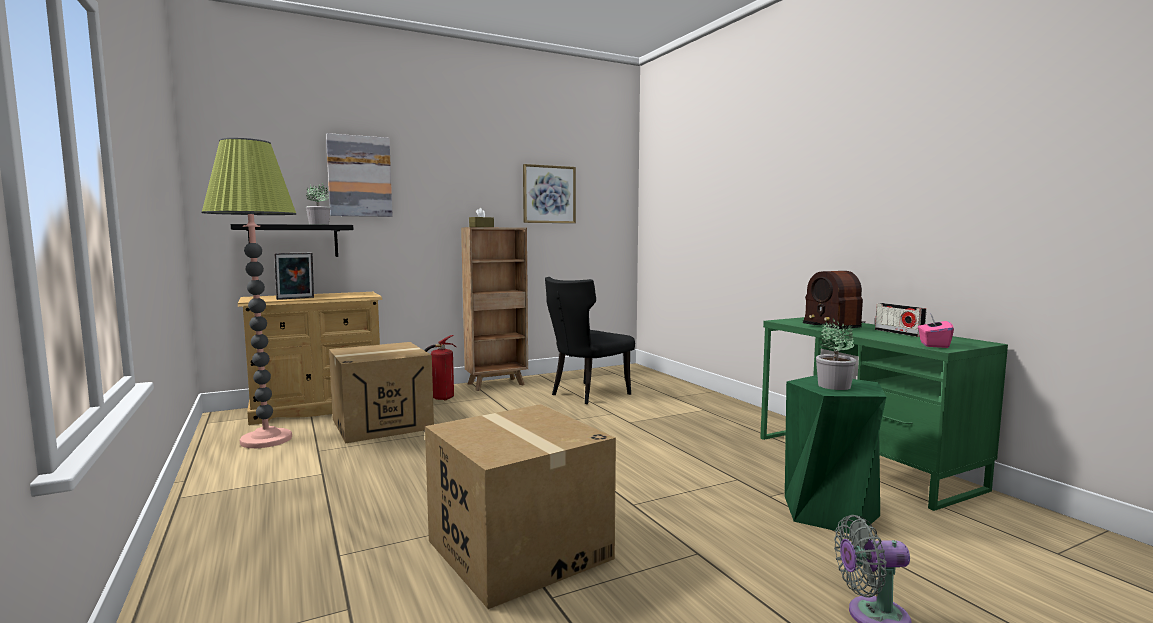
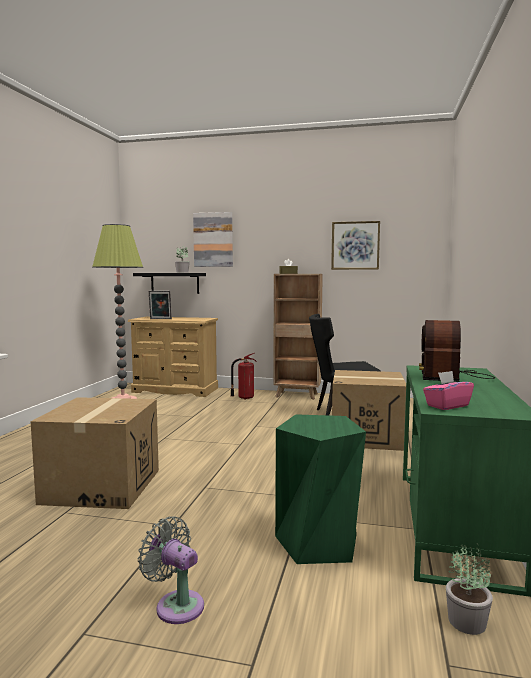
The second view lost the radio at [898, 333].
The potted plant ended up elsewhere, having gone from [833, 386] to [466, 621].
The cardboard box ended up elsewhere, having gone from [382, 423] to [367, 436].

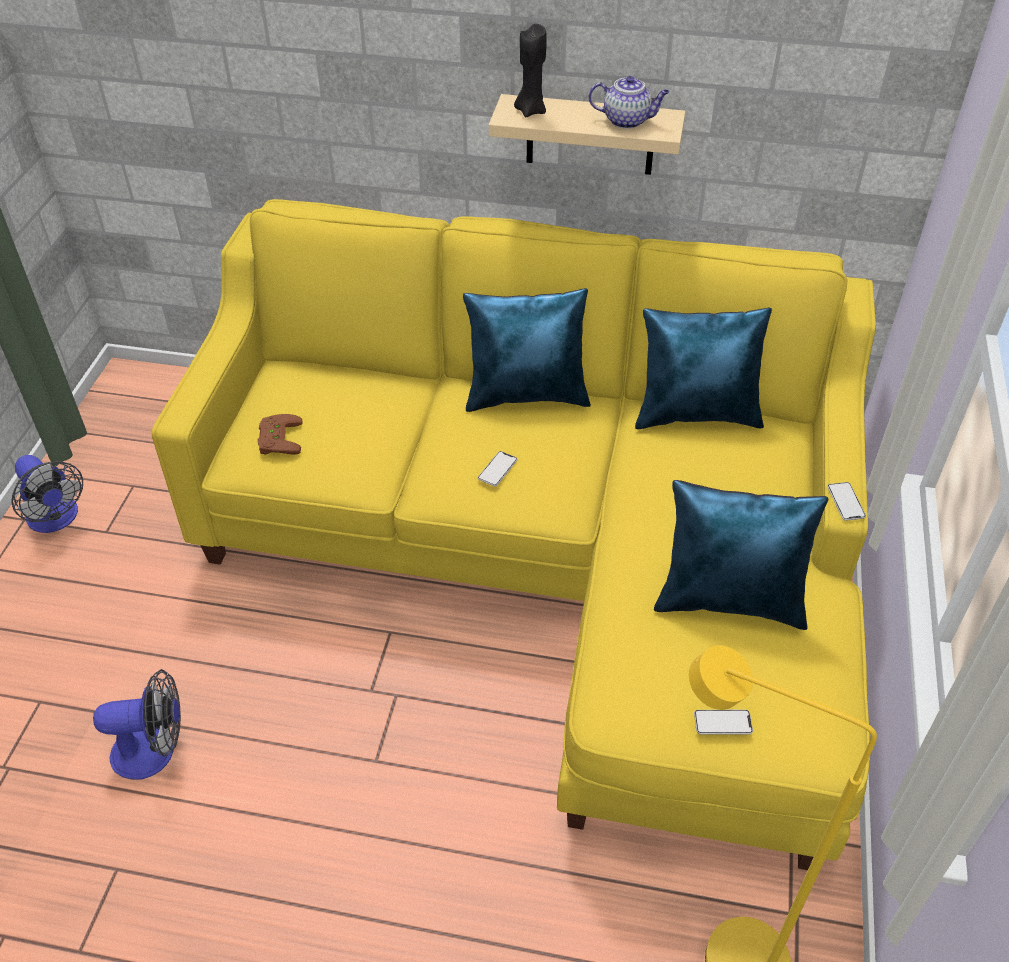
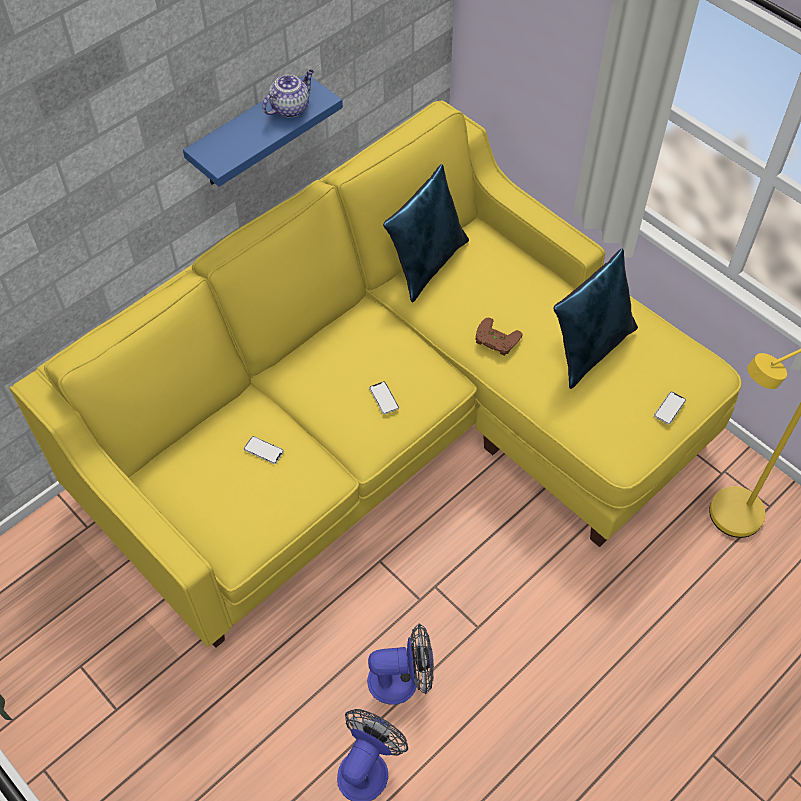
The second view lost the black candle at [530, 111].
What was the beige shelf at [590, 135] turned into the blue shelf at [249, 134].
The second view lost the blue pillow at [527, 395].
The brown game controller ended up elsewhere, having gone from [277, 439] to [495, 340].
The fan ended up elsewhere, having gone from [56, 519] to [402, 680].
The phone ended up elsewhere, having gone from [846, 502] to [263, 450].

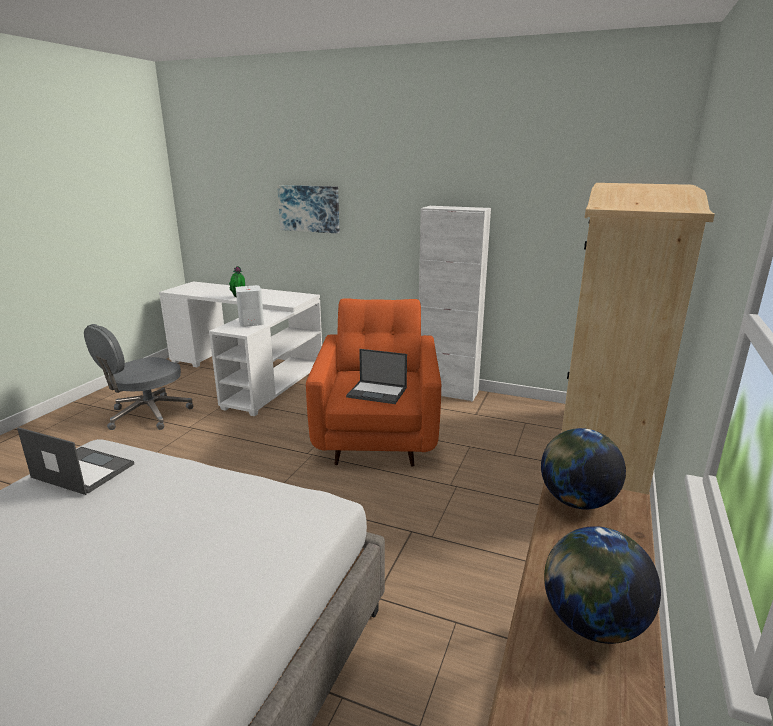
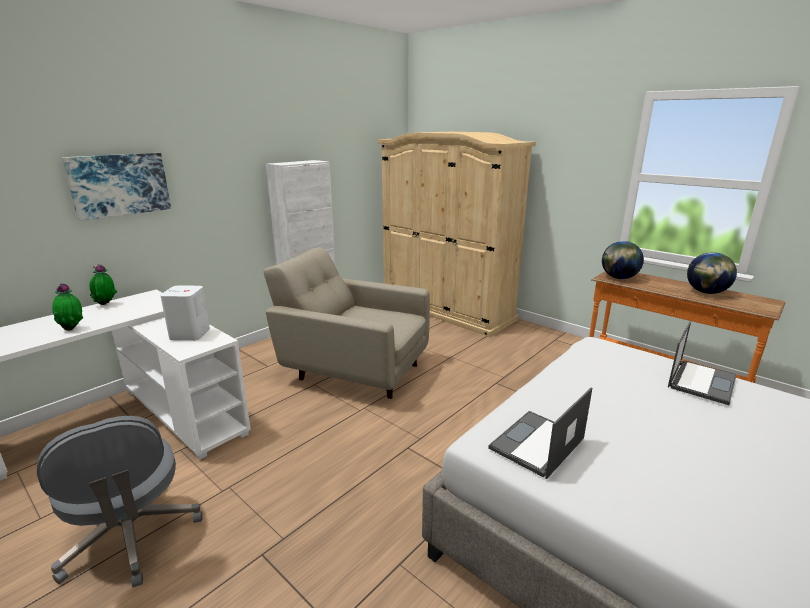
What was the orange armchair at [377, 432] turned into the beige armchair at [352, 370].
The laptop ended up elsewhere, having gone from [378, 392] to [701, 381].
The second view gained the potted plant at [106, 305].

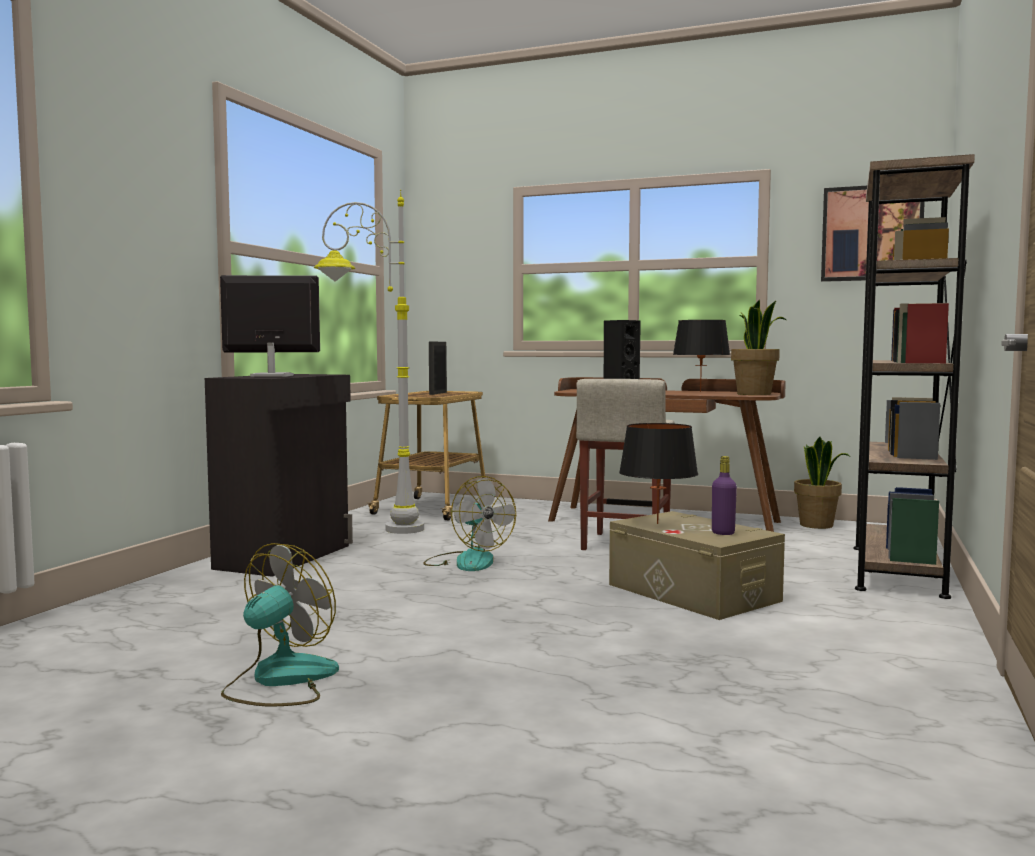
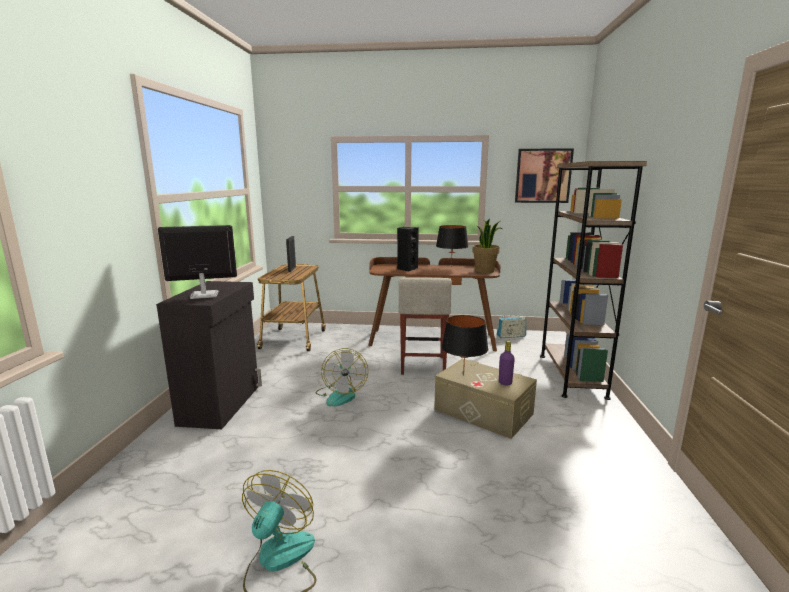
The second view lost the grey floor lamp at [371, 529].
Where the potted plant stood at [817, 525], the radio came to stand at [511, 336].
The fan at [467, 561] ended up facing another way, 45 degrees clockwise from before.

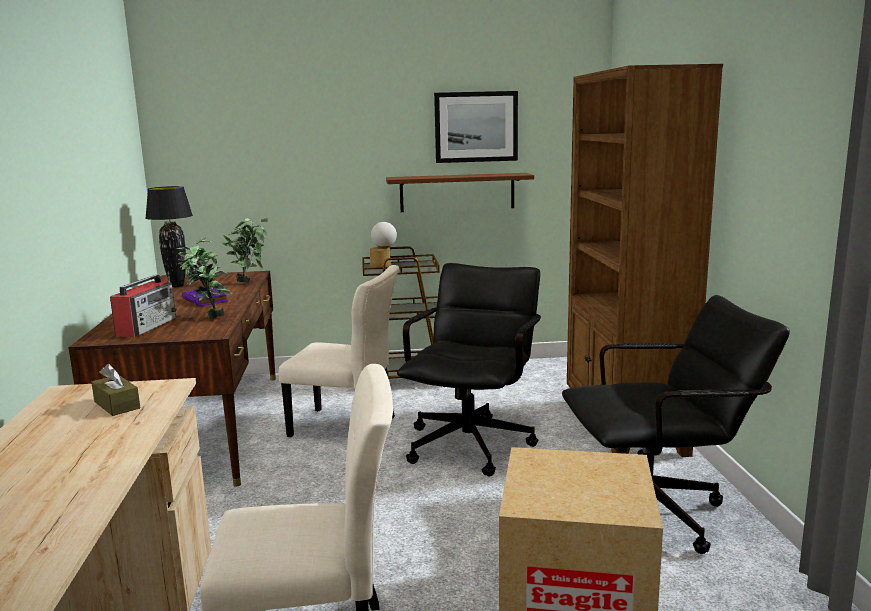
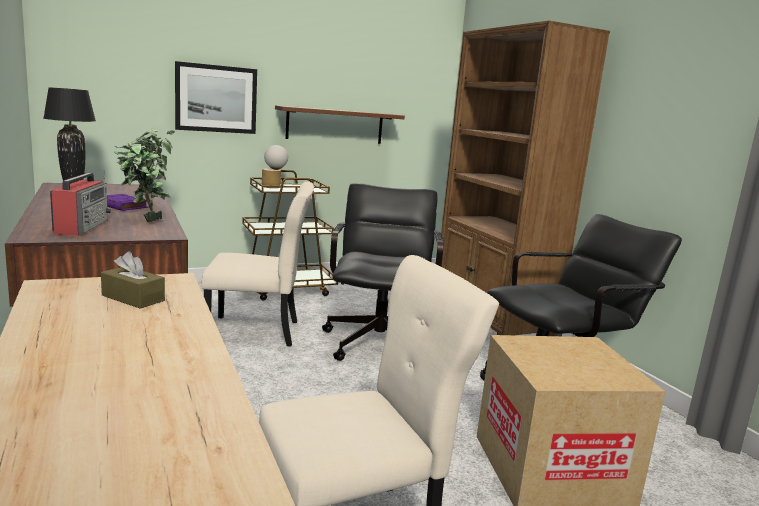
The picture ended up elsewhere, having gone from [476, 127] to [216, 98].

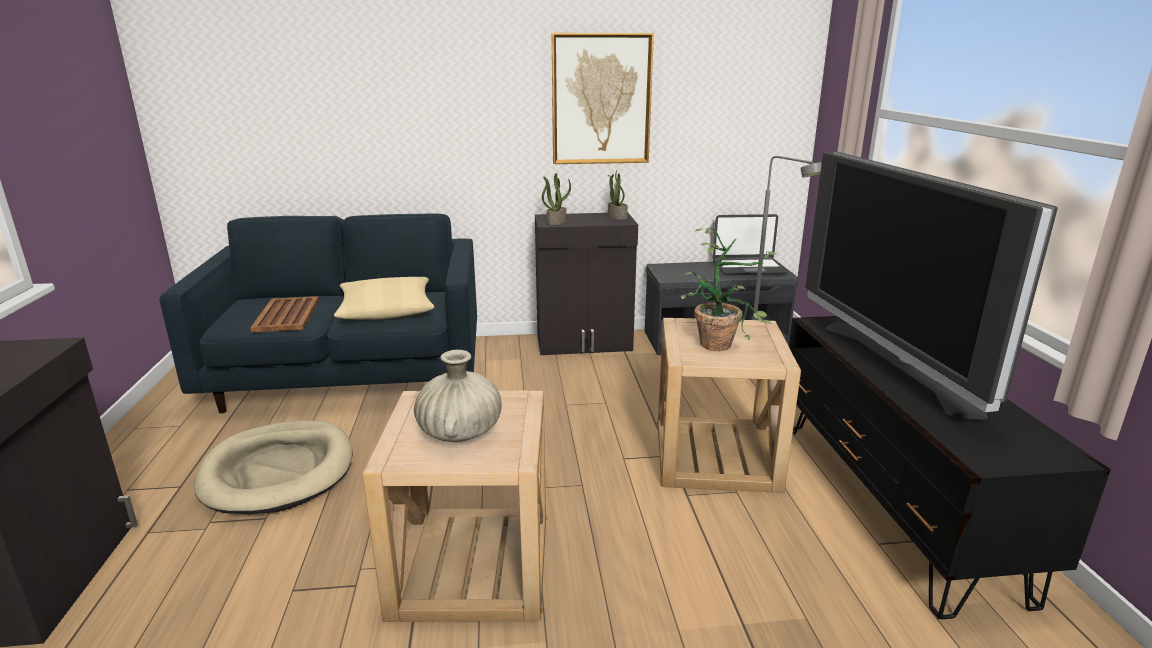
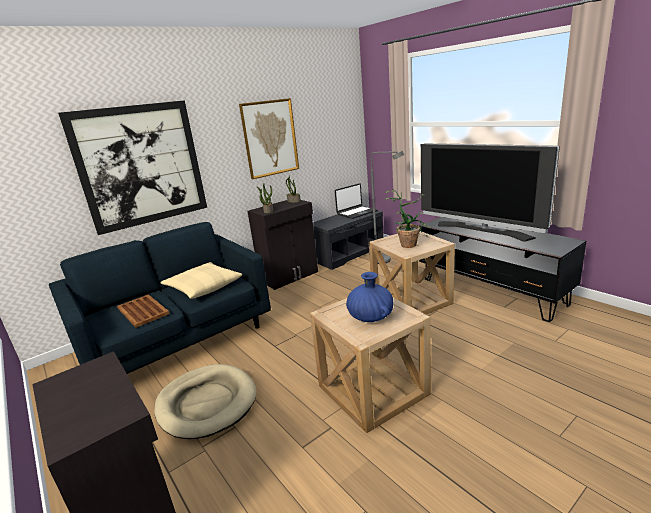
What was the beige vase at [460, 433] turned into the blue vase at [370, 317].
The second view gained the picture at [141, 165].

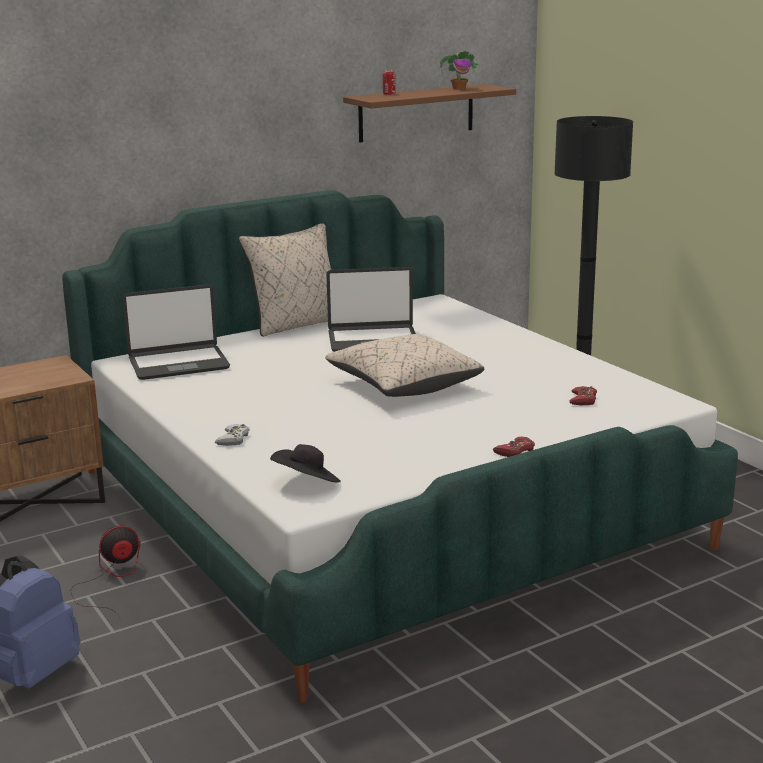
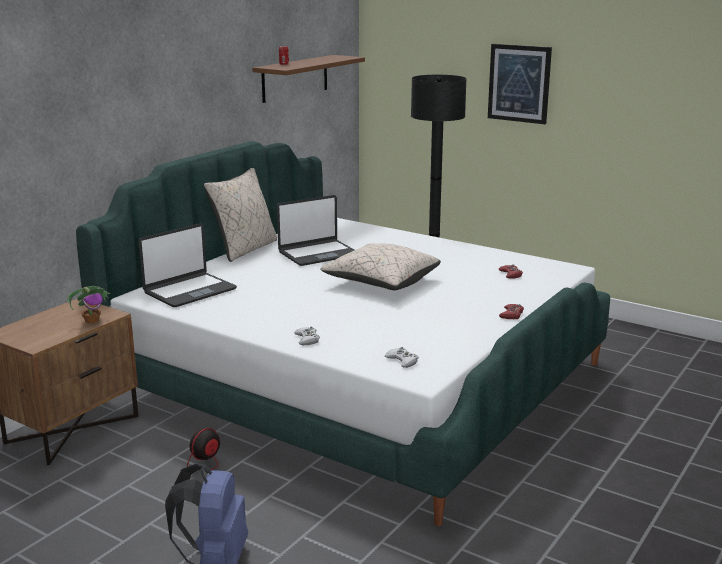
The potted plant ended up elsewhere, having gone from [459, 88] to [92, 320].
Where the black hat stood at [307, 483], the white game controller came to stand at [402, 361].
The second view gained the picture at [519, 83].

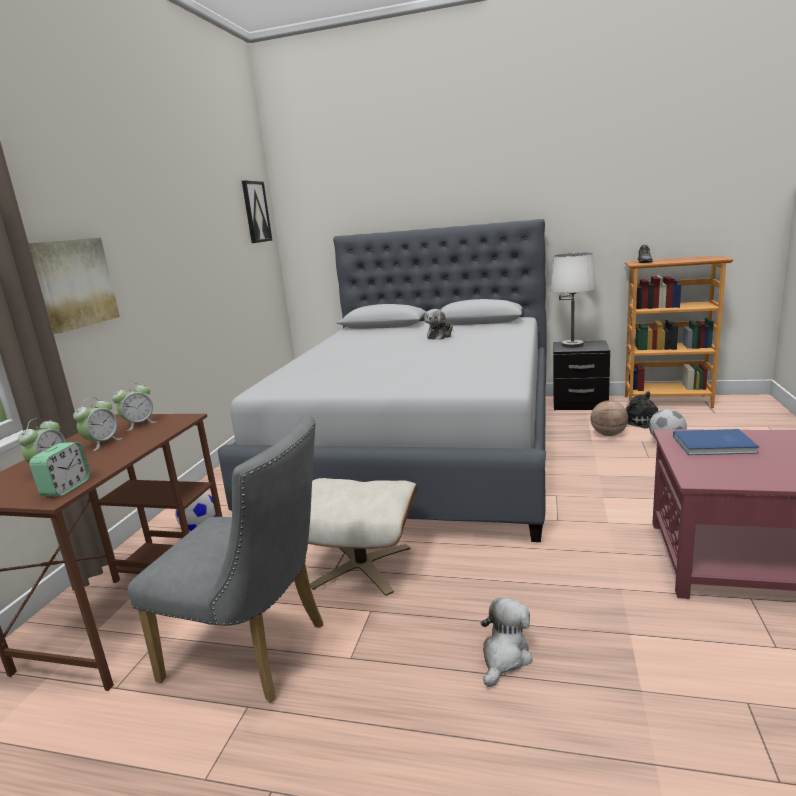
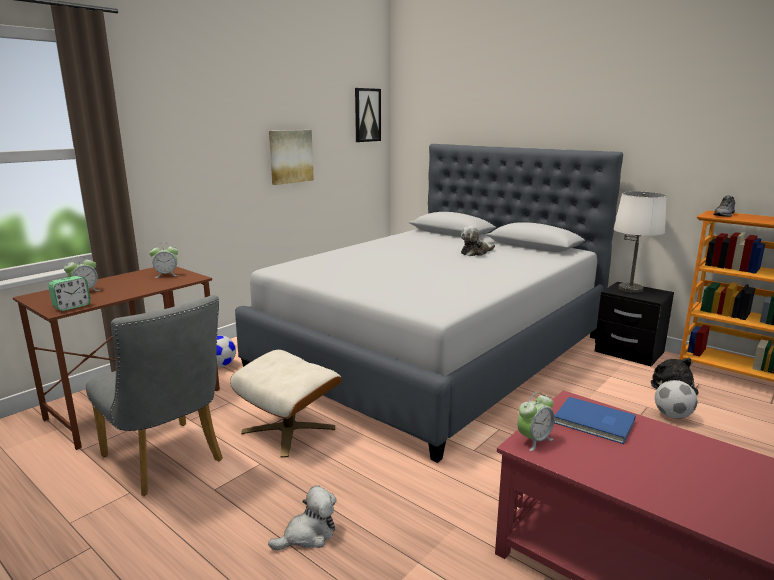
The picture ended up elsewhere, having gone from [74, 283] to [290, 156].
The alarm clock ended up elsewhere, having gone from [102, 443] to [534, 440].
The second view lost the basketball at [608, 434].

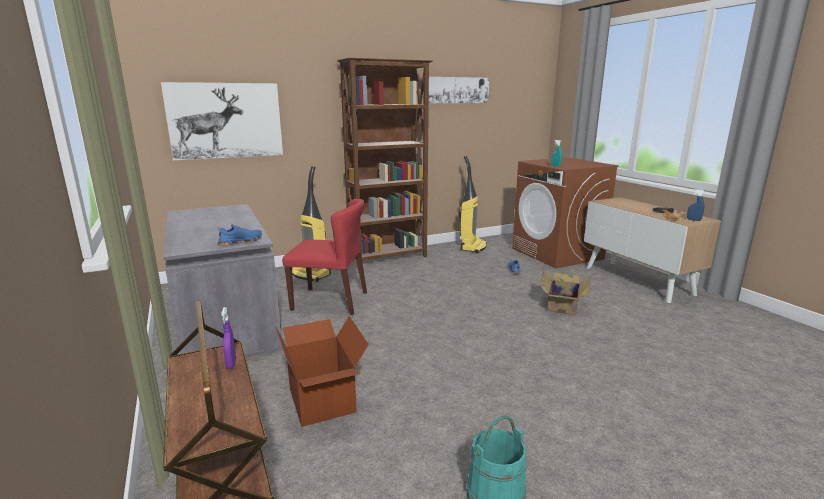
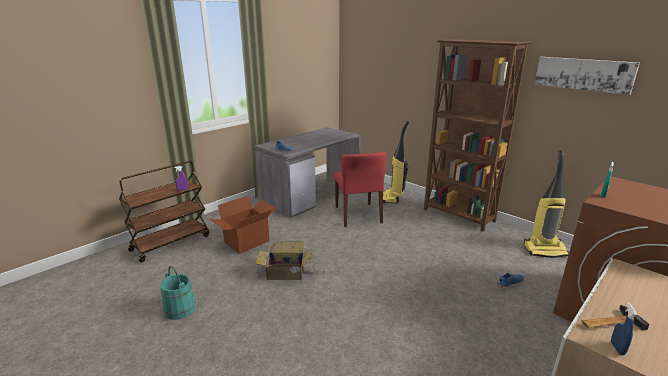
The second view lost the picture at [225, 120].
The cardboard box ended up elsewhere, having gone from [563, 304] to [287, 273].

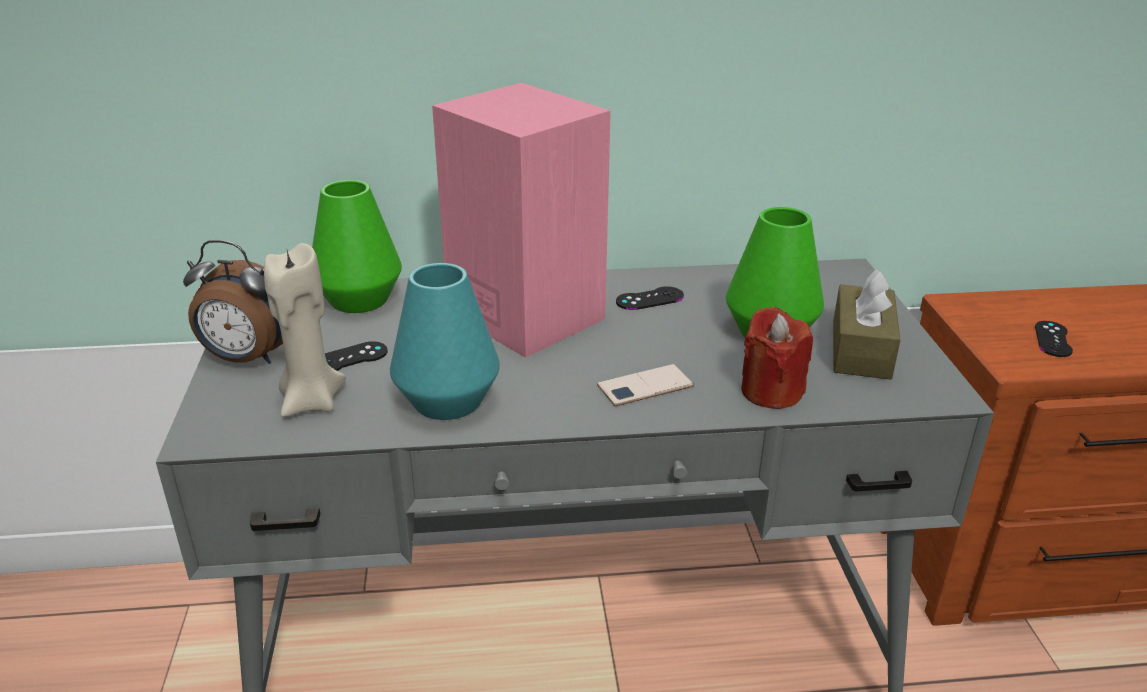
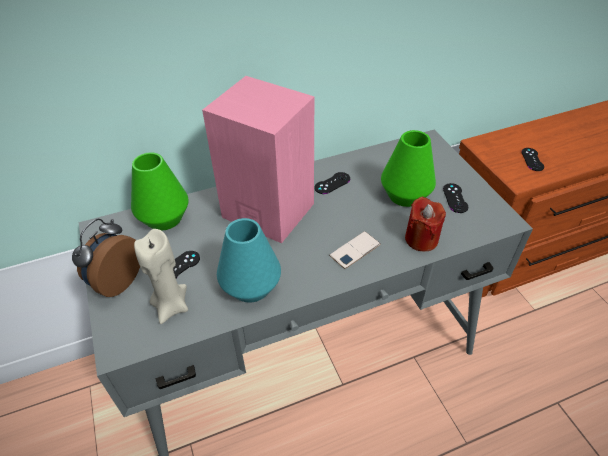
The alarm clock at [247, 359] ended up facing another way, 120 degrees clockwise from before.
Where the brown tissue box stood at [861, 349], the black game controller came to stand at [455, 198].

